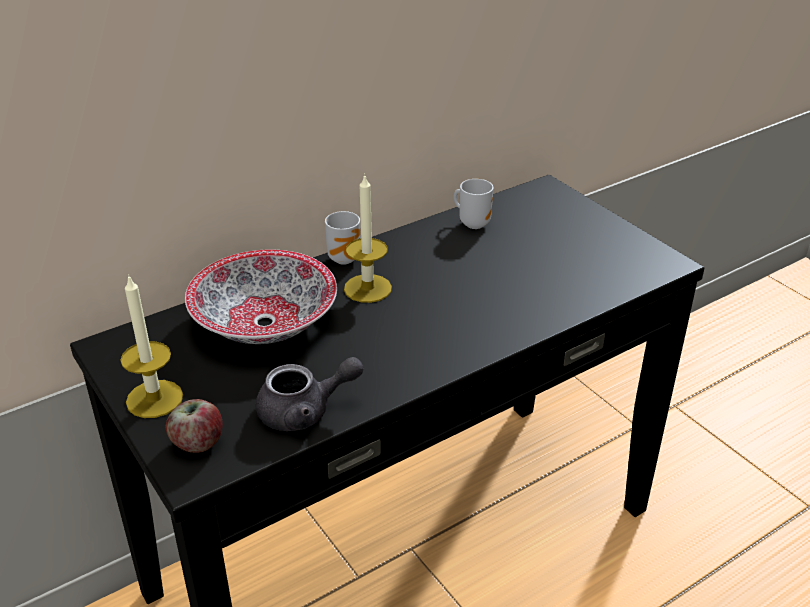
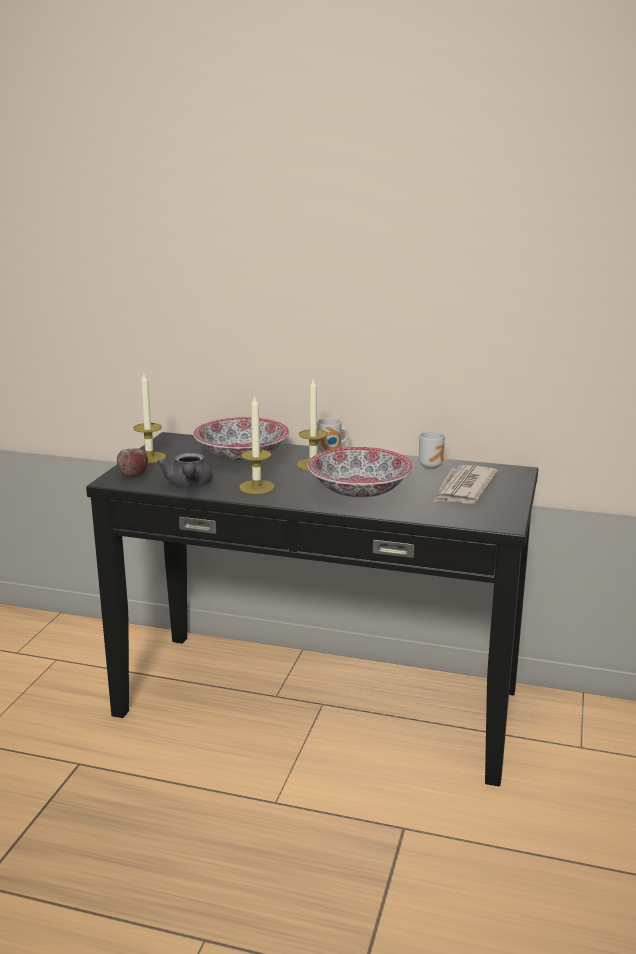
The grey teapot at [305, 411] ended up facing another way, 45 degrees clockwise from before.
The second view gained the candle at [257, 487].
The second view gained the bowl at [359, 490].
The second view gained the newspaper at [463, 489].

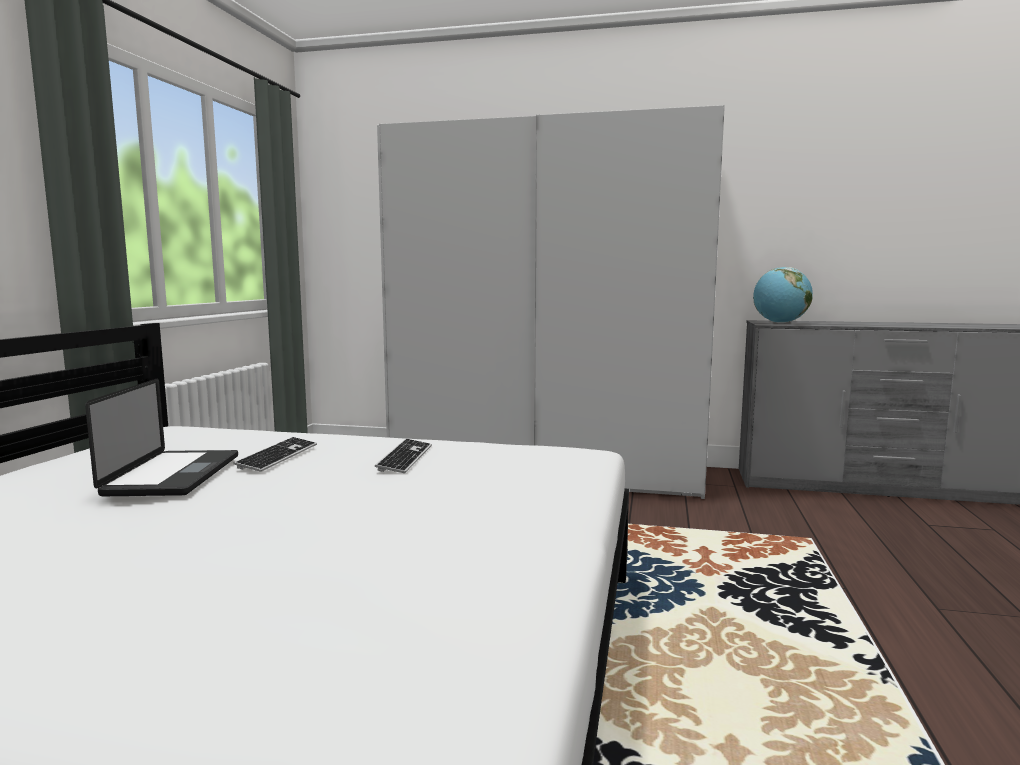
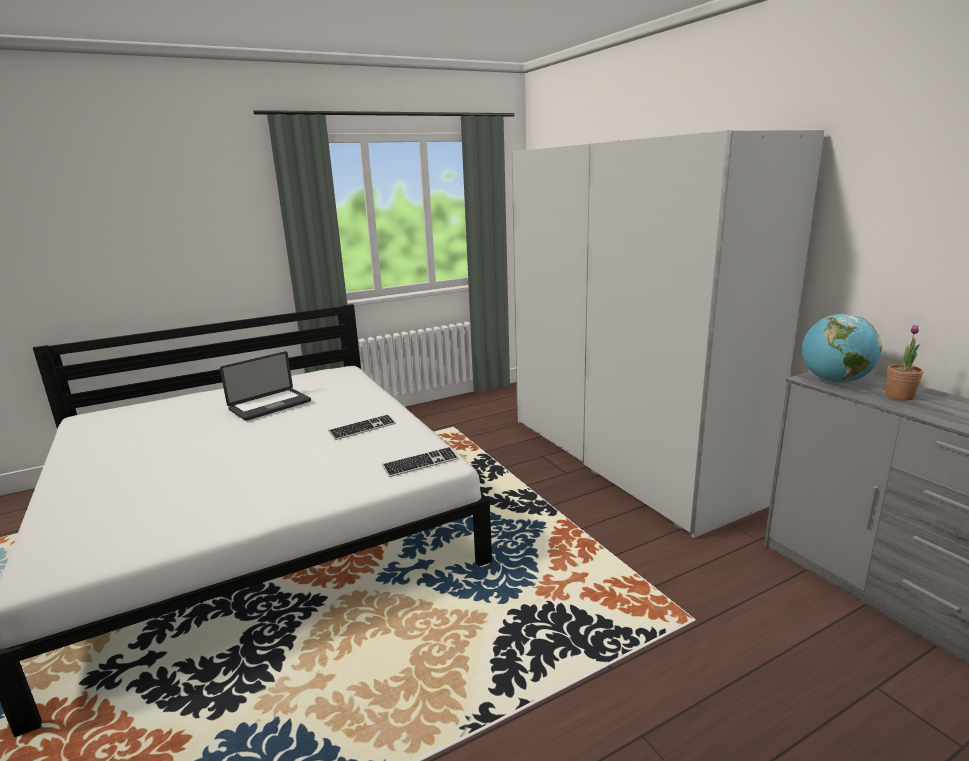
The keyboard ended up elsewhere, having gone from [278, 456] to [421, 463].
The second view gained the potted plant at [899, 396].

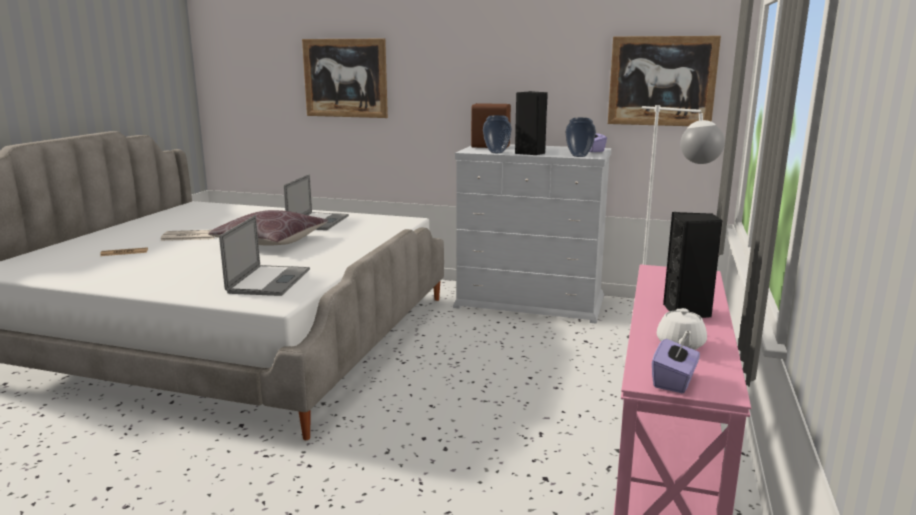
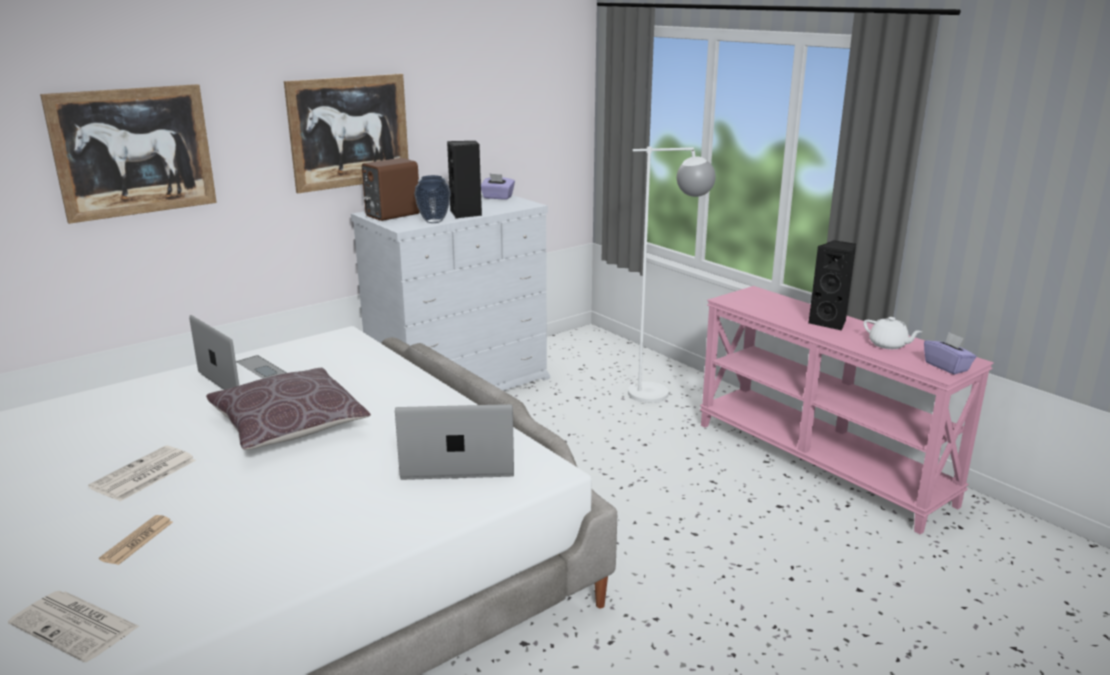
The picture ended up elsewhere, having gone from [662, 81] to [349, 132].
The second view lost the vase at [579, 156].
The laptop at [269, 281] ended up facing another way, 45 degrees counterclockwise from before.
The second view gained the newspaper at [76, 626].

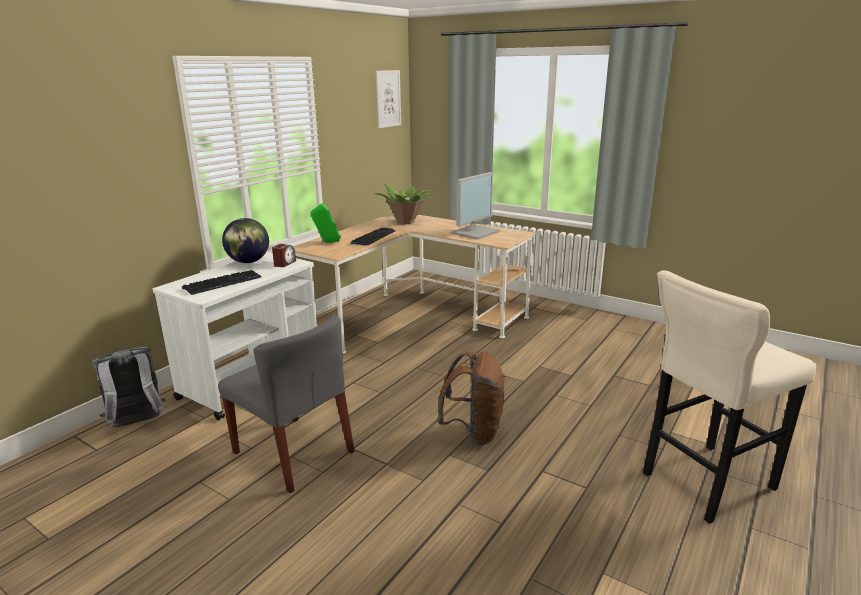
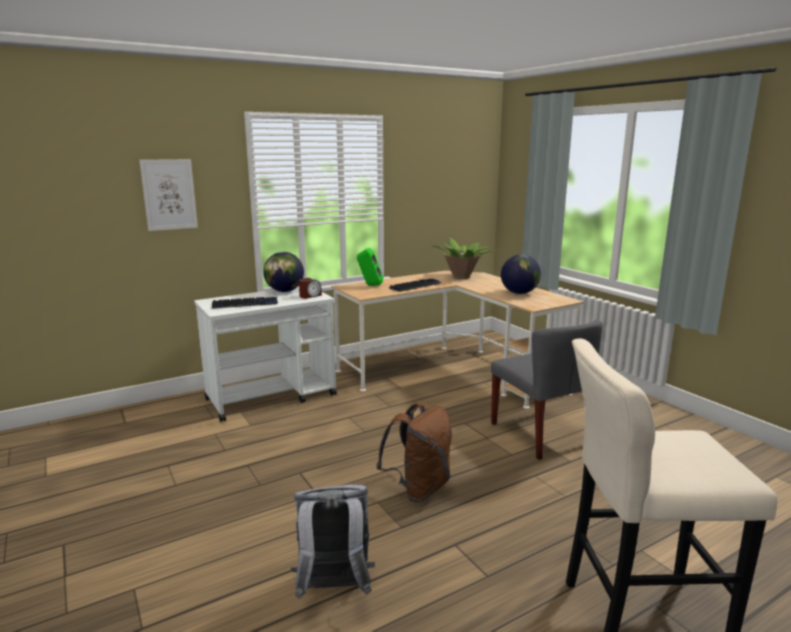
The picture ended up elsewhere, having gone from [388, 99] to [169, 194].
Where the monitor stood at [475, 232], the globe came to stand at [519, 293].
The grey chair ended up elsewhere, having gone from [294, 452] to [541, 434].
The grey backpack ended up elsewhere, having gone from [137, 424] to [333, 589].

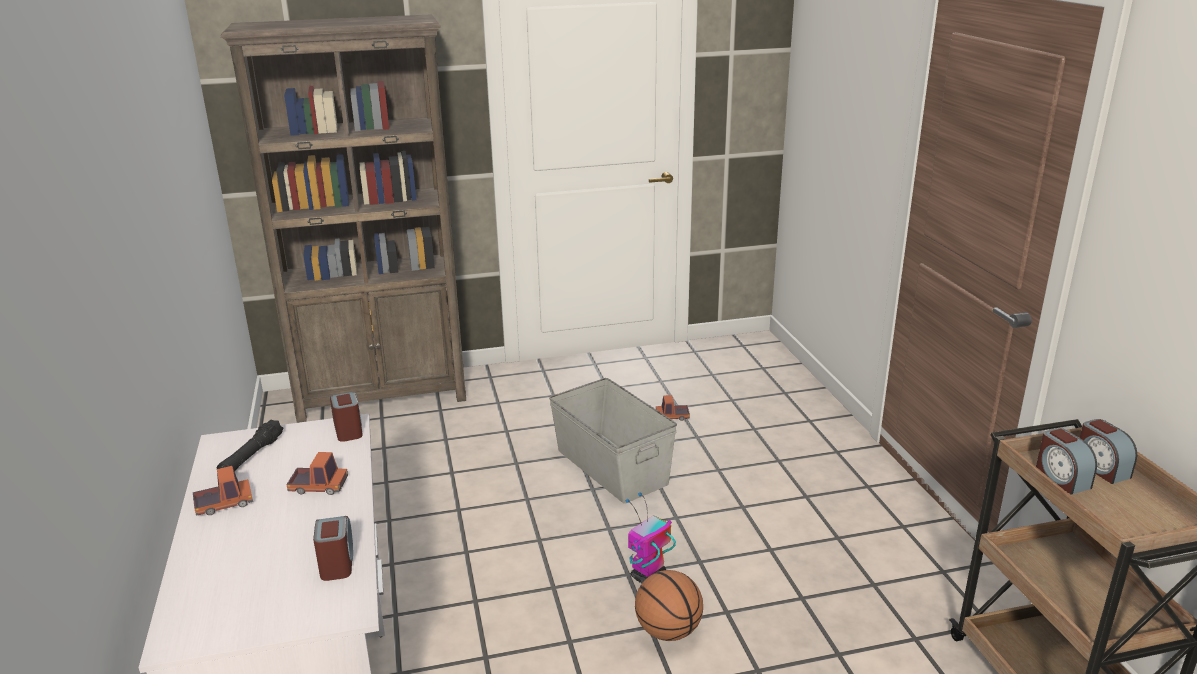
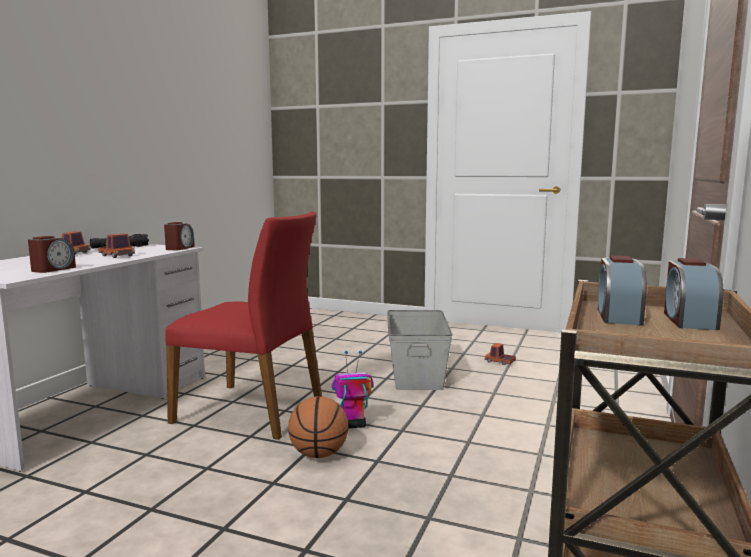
The second view lost the brown bookcase at [383, 396].
The second view gained the red chair at [252, 411].

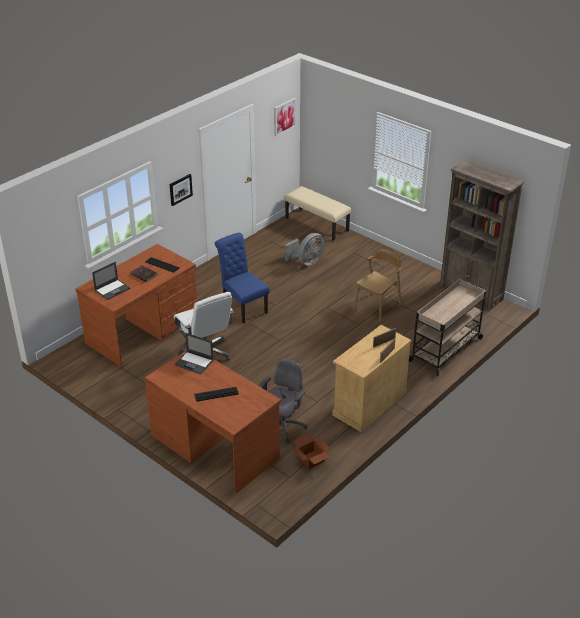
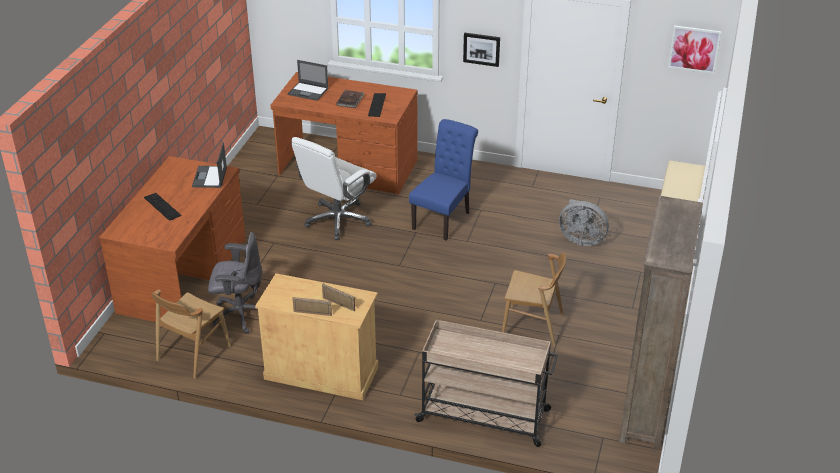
Where the cardboard box stood at [311, 460], the brown chair came to stand at [193, 353].

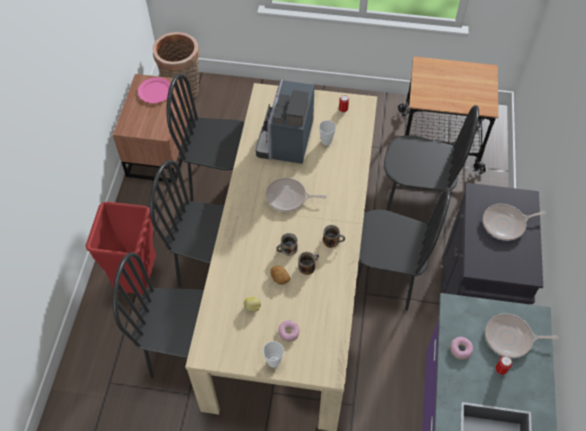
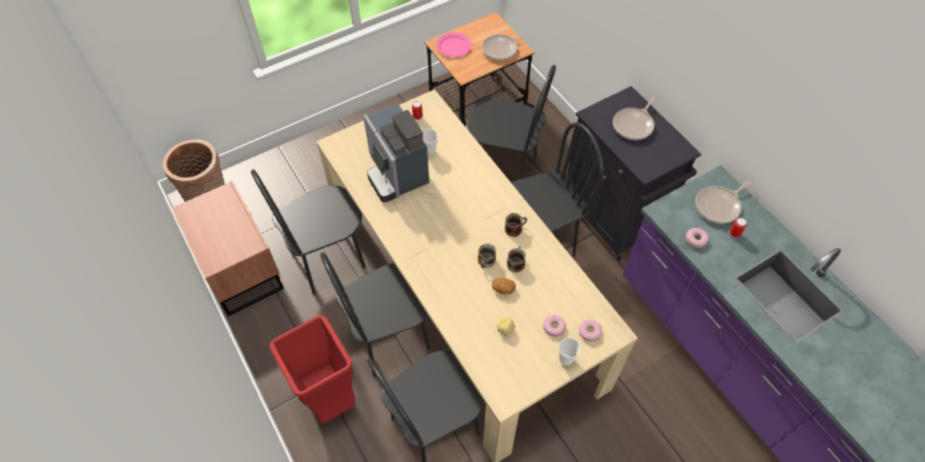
The pink plate ended up elsewhere, having gone from [155, 92] to [454, 46].
The black chair at [414, 203] ended up facing another way, 45 degrees clockwise from before.
The frying pan ended up elsewhere, having gone from [288, 198] to [501, 49].
The second view gained the donut at [589, 332].

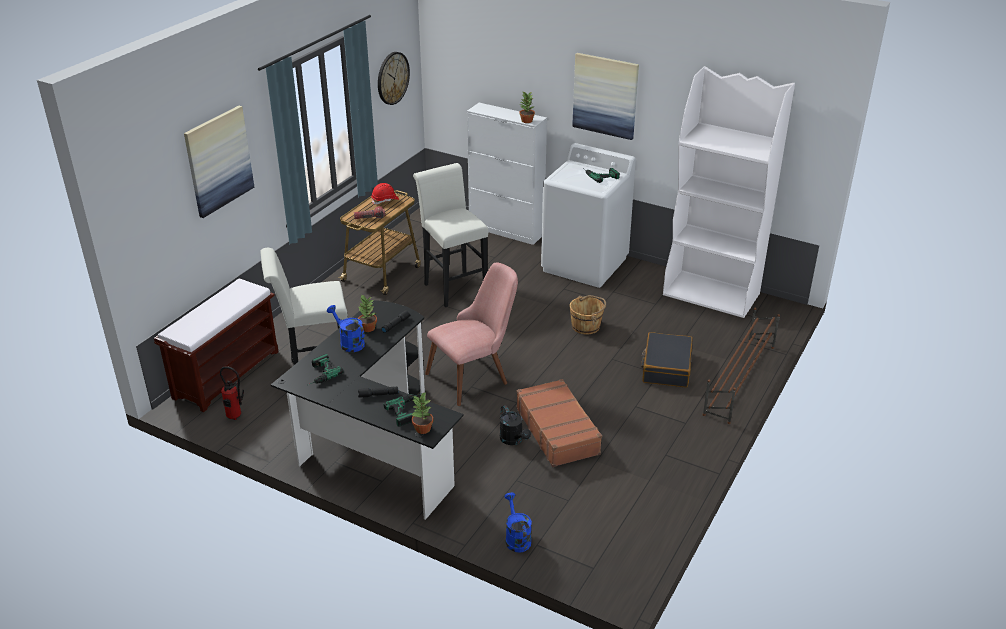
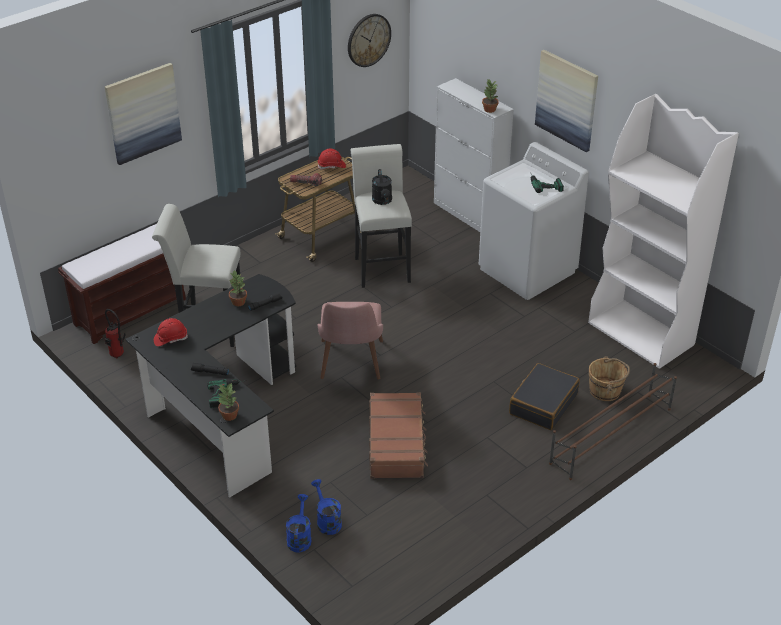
The pink chair at [475, 375] ended up facing another way, 105 degrees clockwise from before.
The brown bucket ended up elsewhere, having gone from [586, 326] to [605, 391].
The blue watering can ended up elsewhere, having gone from [349, 343] to [327, 521].
Where the power drill stood at [318, 374], the red hard hat came to stand at [170, 339].
The black watering can ended up elsewhere, having gone from [513, 440] to [382, 201].

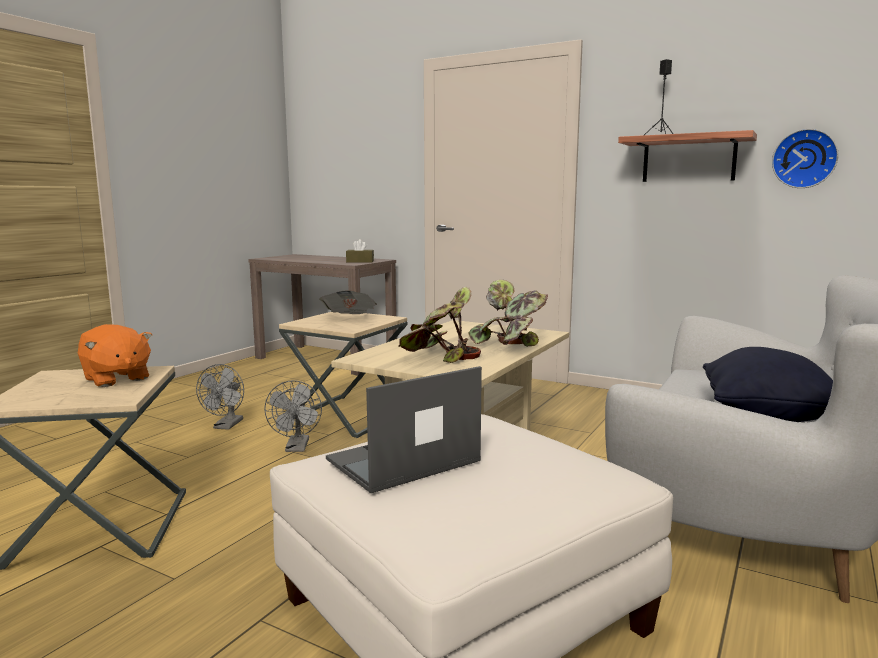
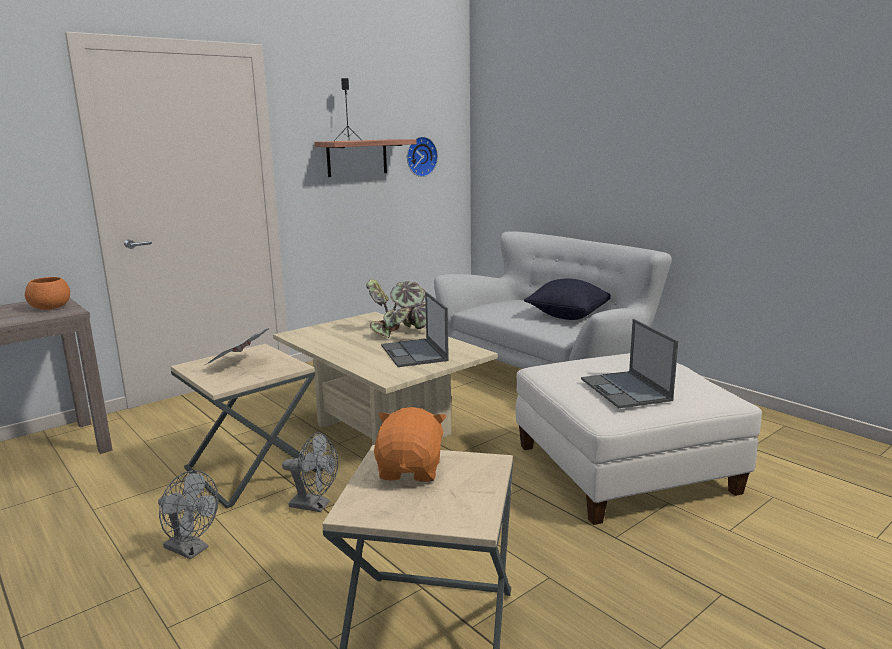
Where the brown tissue box stood at [360, 261], the orange bowl came to stand at [51, 308].
Where the potted plant stood at [439, 357], the laptop came to stand at [414, 353].
The orange plush toy at [116, 379] ended up facing another way, 60 degrees counterclockwise from before.

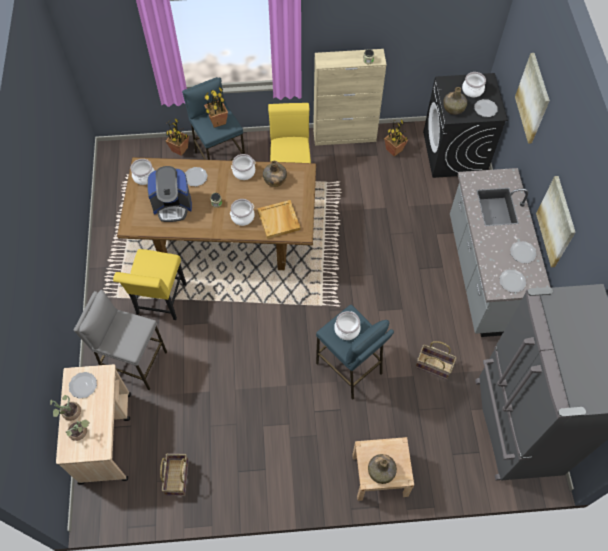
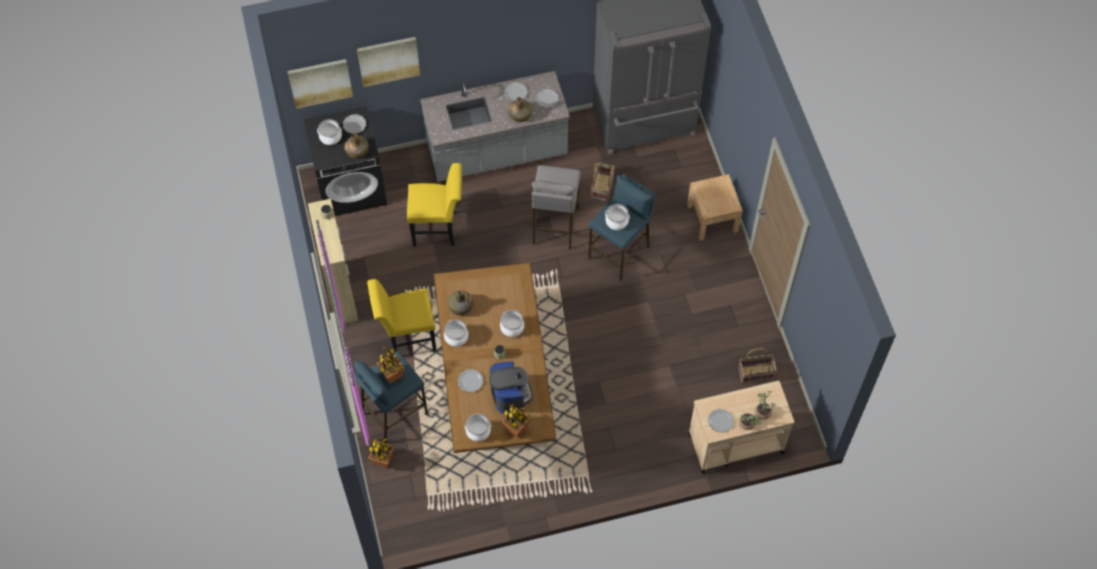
The potted plant ended up elsewhere, having gone from [394, 150] to [516, 428].
The picture ended up elsewhere, having gone from [556, 222] to [320, 82].
The second view lost the beige tray at [279, 220].
The yellow chair ended up elsewhere, having gone from [160, 302] to [438, 228].
The grey stool ended up elsewhere, having gone from [134, 362] to [554, 226].
The green bottle ended up elsewhere, having gone from [381, 471] to [520, 115].

